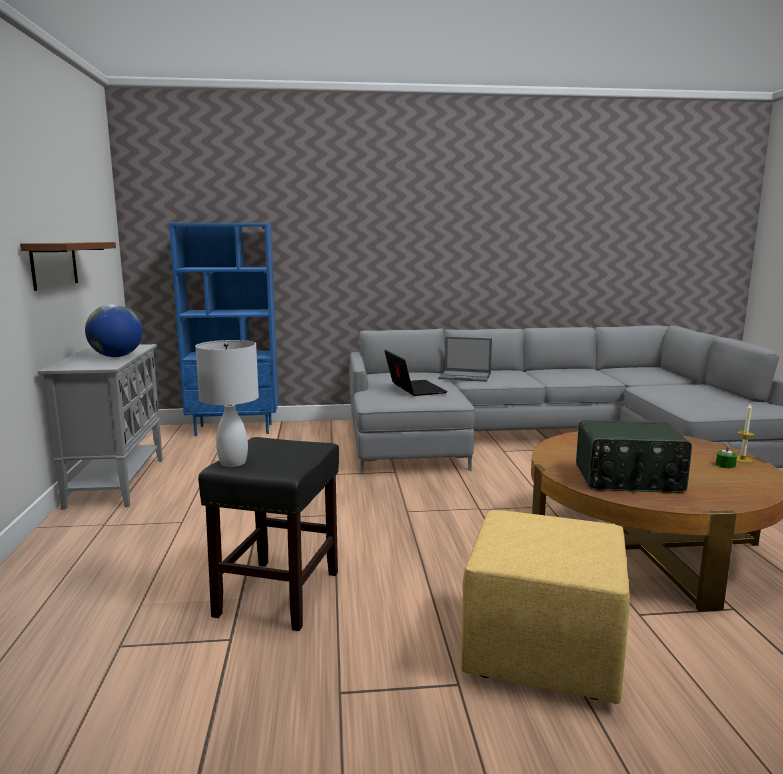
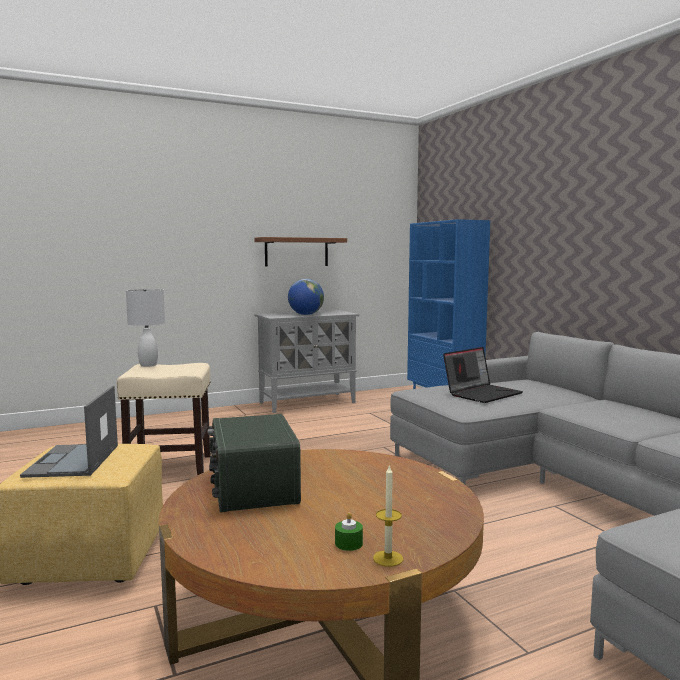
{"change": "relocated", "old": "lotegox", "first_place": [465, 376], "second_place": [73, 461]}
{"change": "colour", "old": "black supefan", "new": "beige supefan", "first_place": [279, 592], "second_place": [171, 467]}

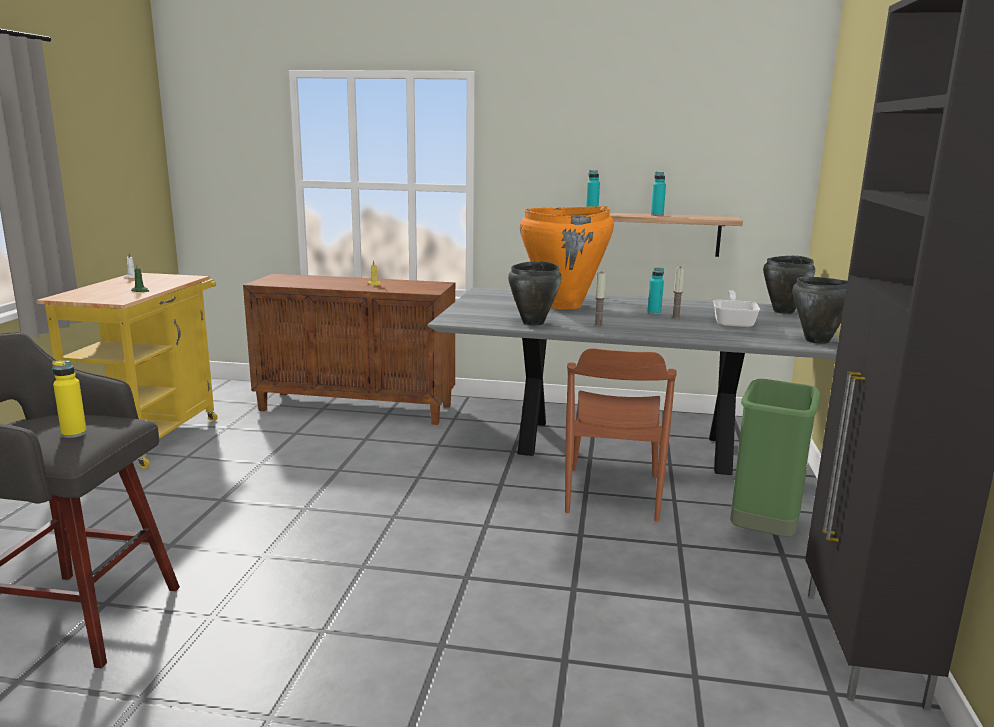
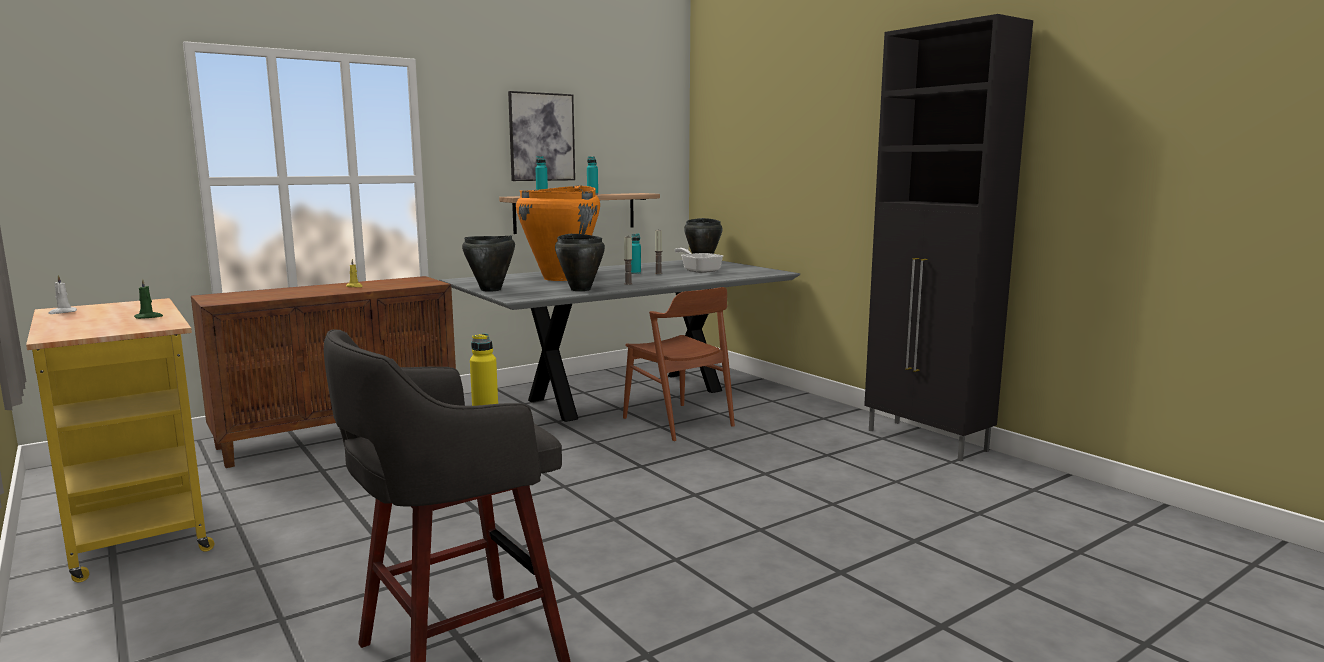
{"change": "relocated", "old": "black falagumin", "first_place": [817, 341], "second_place": [491, 290]}
{"change": "appeared", "new": "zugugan", "second_place": [541, 137]}
{"change": "missing", "old": "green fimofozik", "first_place": [763, 533]}

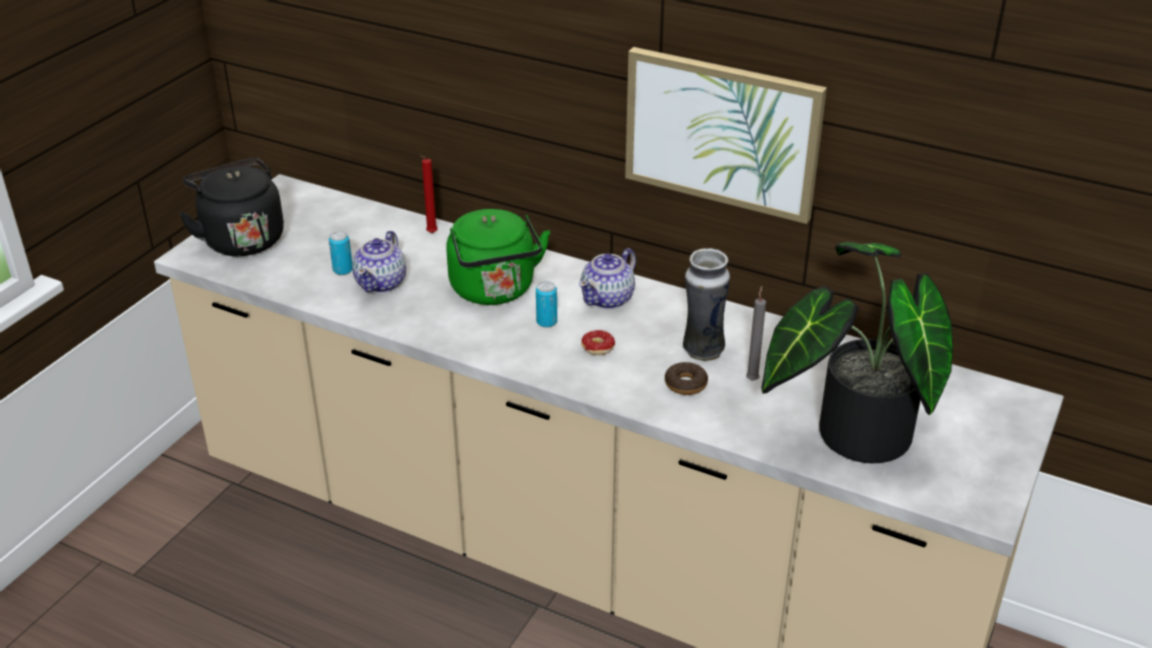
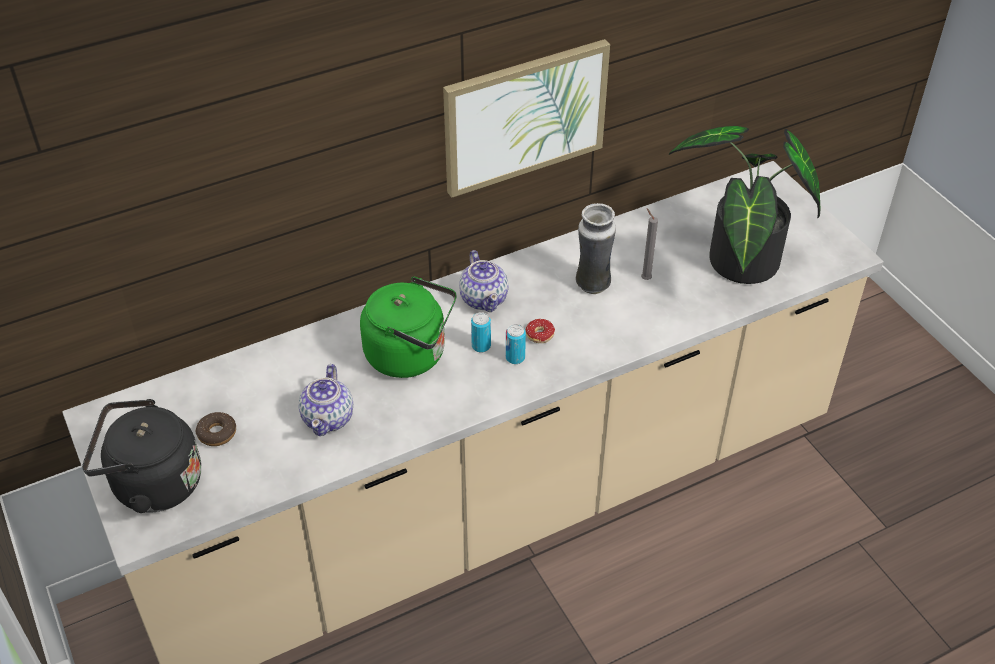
{"change": "relocated", "old": "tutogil", "first_place": [685, 384], "second_place": [217, 433]}
{"change": "spun", "old": "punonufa", "first_place": [382, 283], "second_place": [328, 418], "degrees": 45}
{"change": "relocated", "old": "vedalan", "first_place": [343, 270], "second_place": [515, 358]}
{"change": "missing", "old": "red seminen", "first_place": [430, 234]}

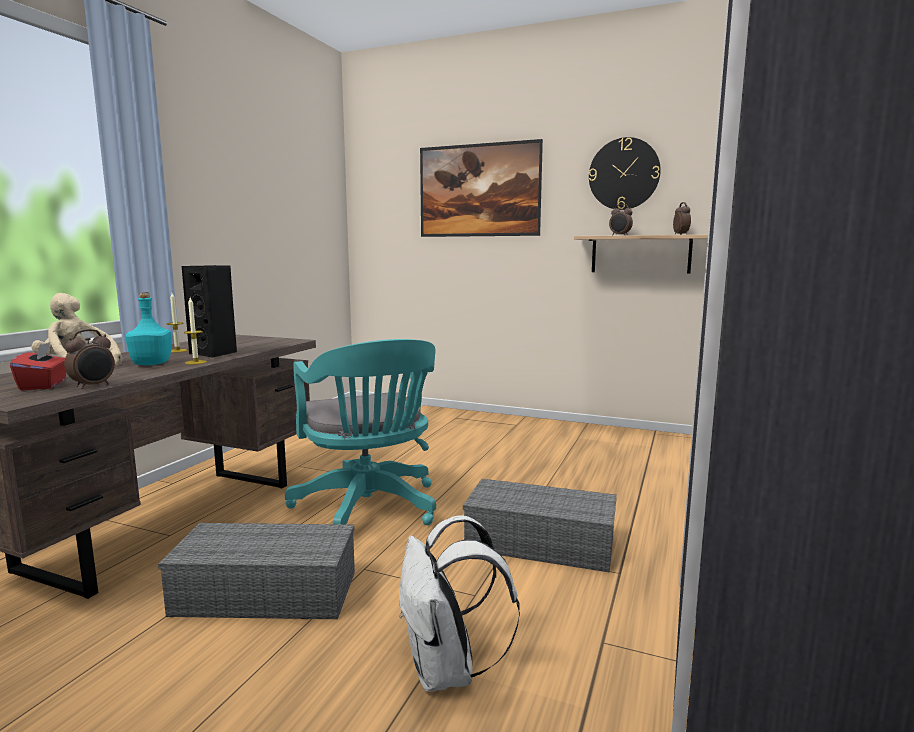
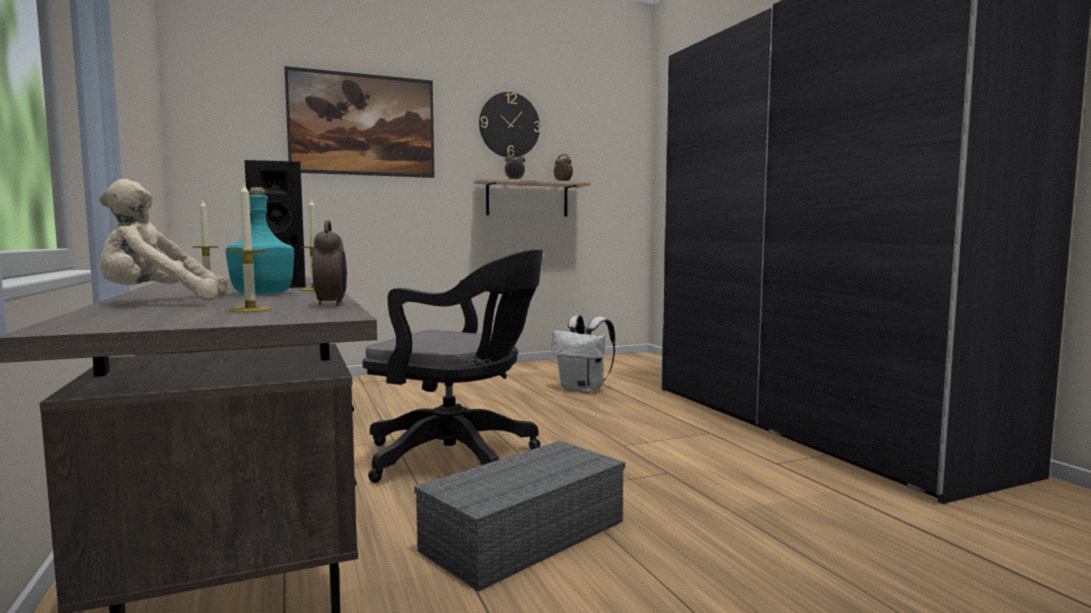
{"change": "exchanged", "old": "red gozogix", "new": "seminen", "first_place": [44, 385], "second_place": [250, 310]}
{"change": "colour", "old": "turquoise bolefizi", "new": "black bolefizi", "first_place": [369, 509], "second_place": [459, 458]}
{"change": "relocated", "old": "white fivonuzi", "first_place": [447, 671], "second_place": [583, 389]}
{"change": "missing", "old": "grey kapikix", "first_place": [542, 543]}

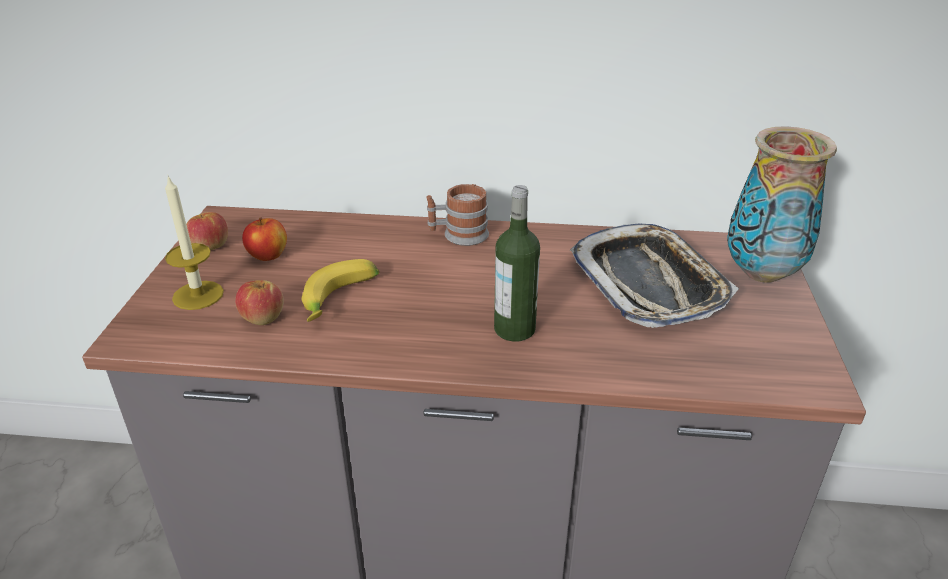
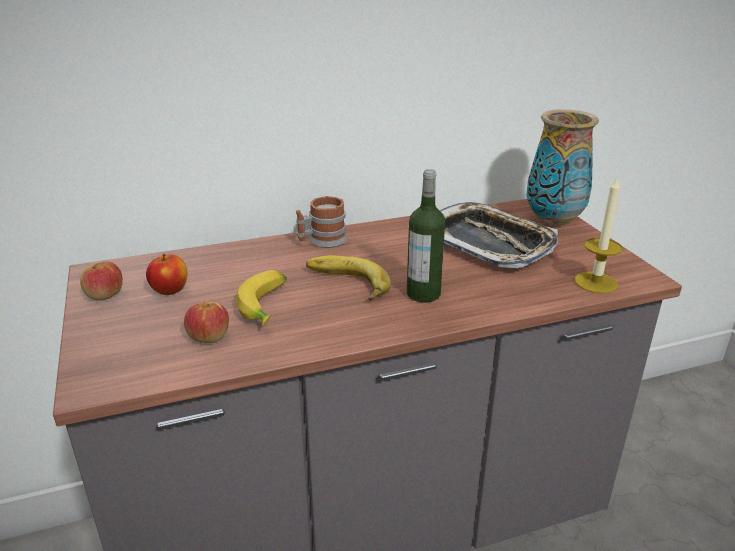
{"change": "appeared", "new": "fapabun", "second_place": [345, 284]}
{"change": "relocated", "old": "seminen", "first_place": [198, 295], "second_place": [596, 282]}

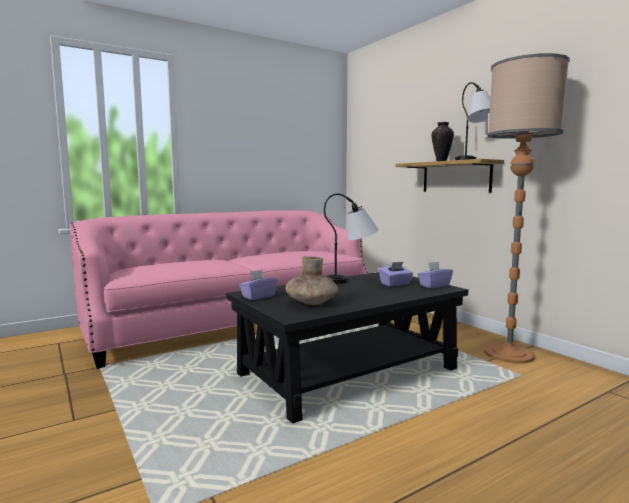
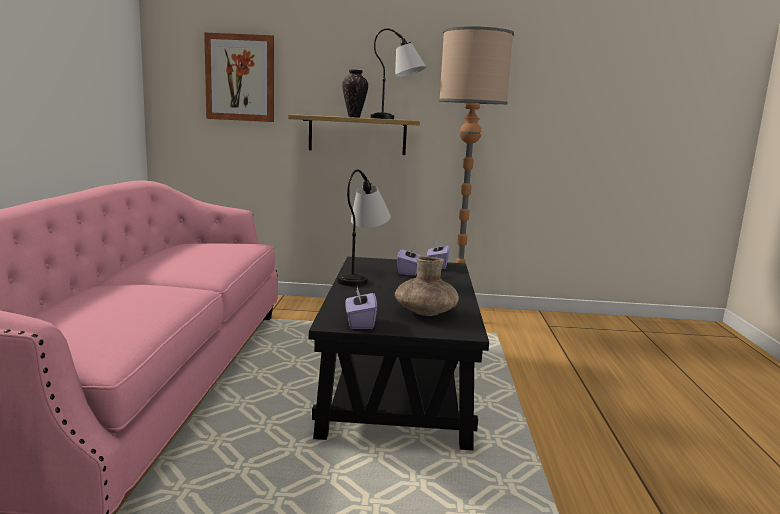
{"change": "appeared", "new": "zugugan", "second_place": [240, 78]}

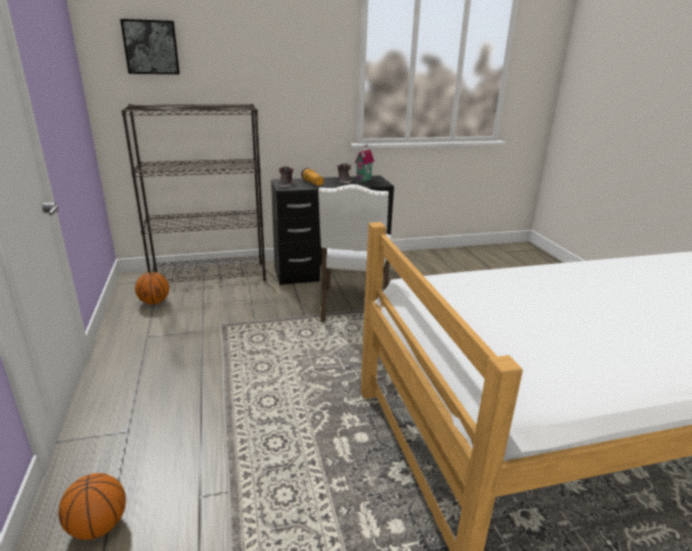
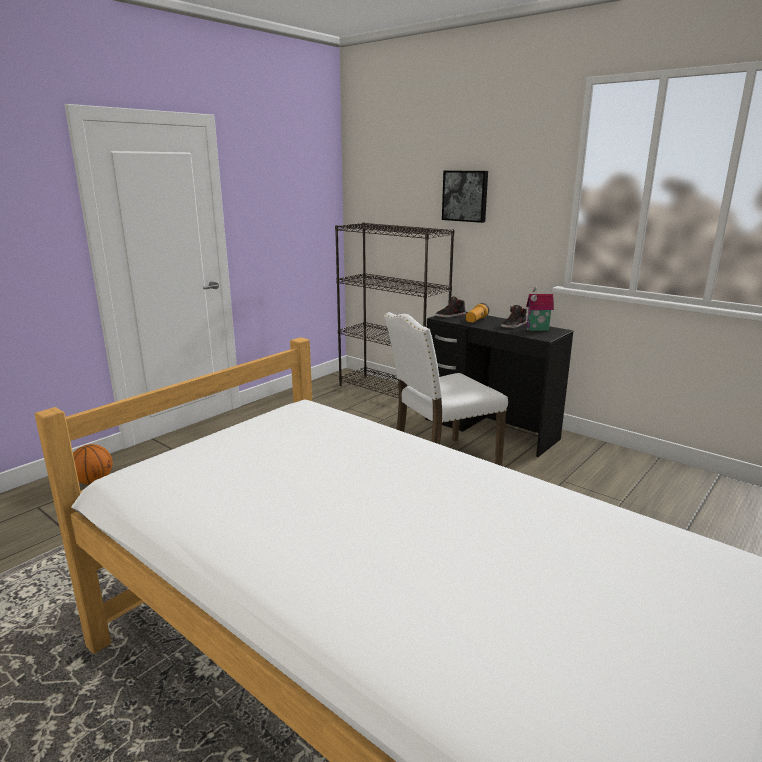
{"change": "relocated", "old": "zugugan", "first_place": [151, 47], "second_place": [465, 196]}
{"change": "missing", "old": "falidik", "first_place": [154, 302]}

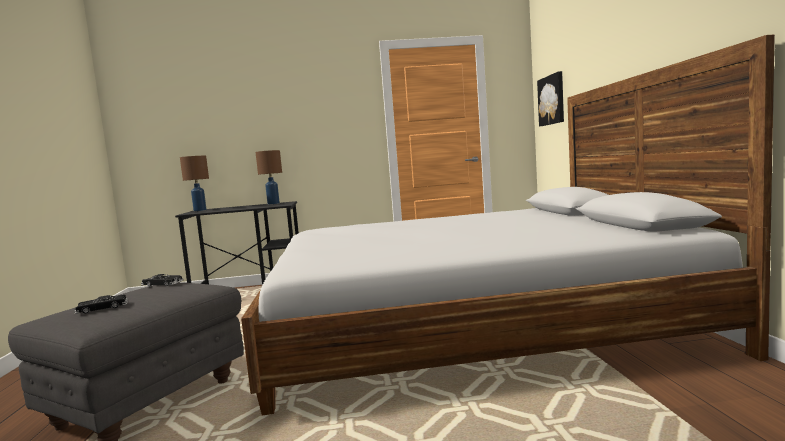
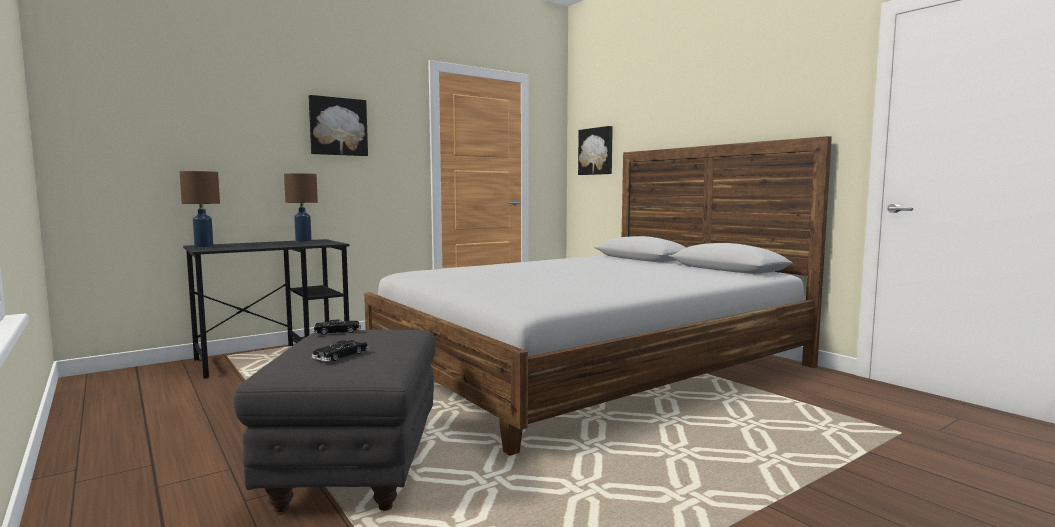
{"change": "appeared", "new": "zugugan", "second_place": [338, 126]}

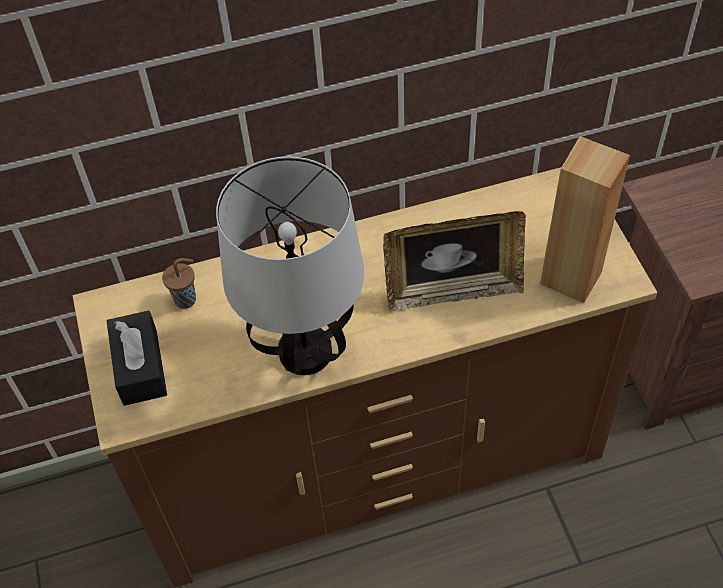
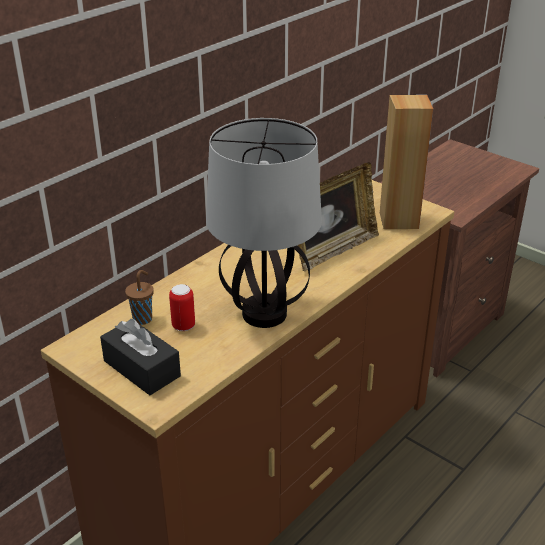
{"change": "appeared", "new": "vedalan", "second_place": [183, 326]}

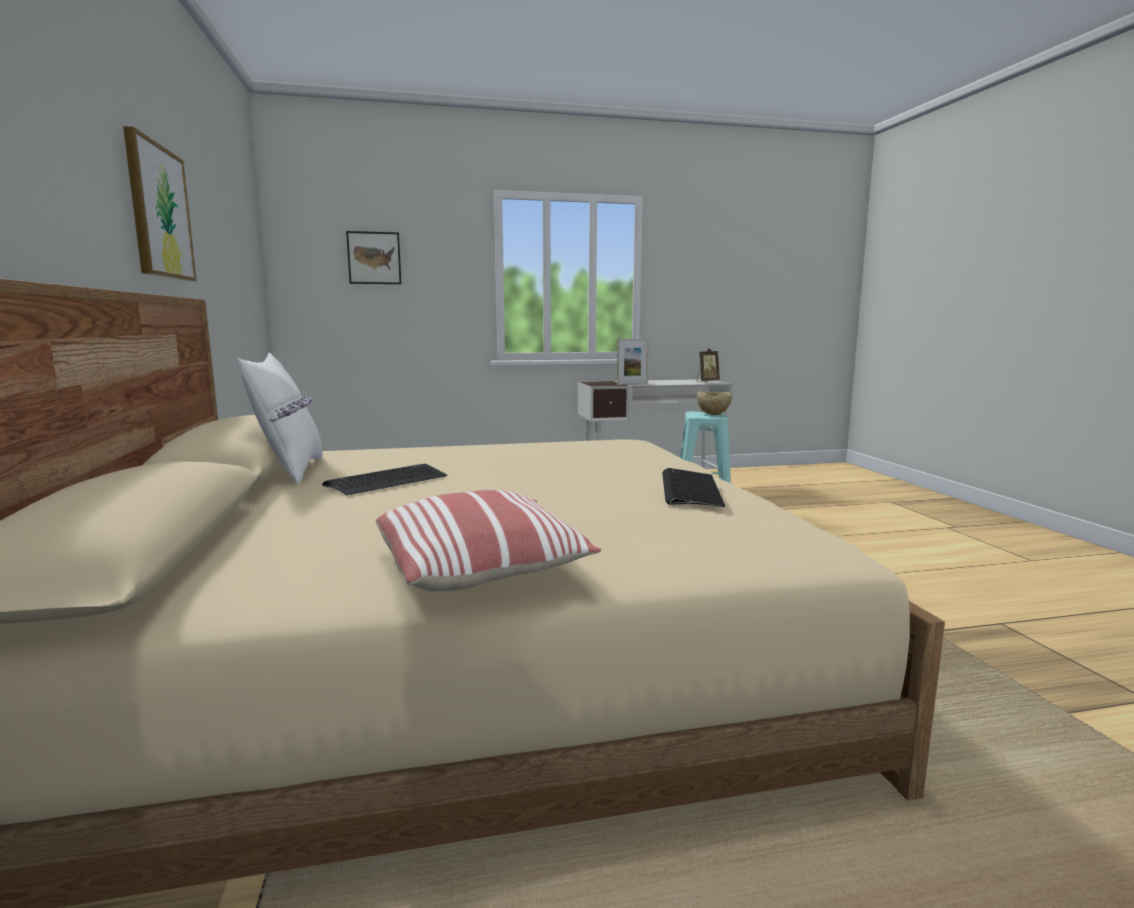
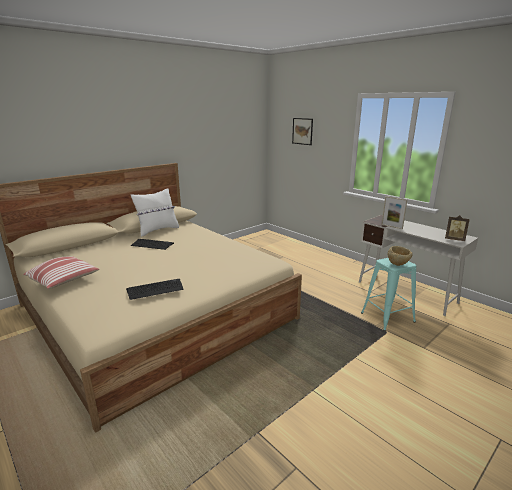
{"change": "missing", "old": "zugugan", "first_place": [159, 212]}

